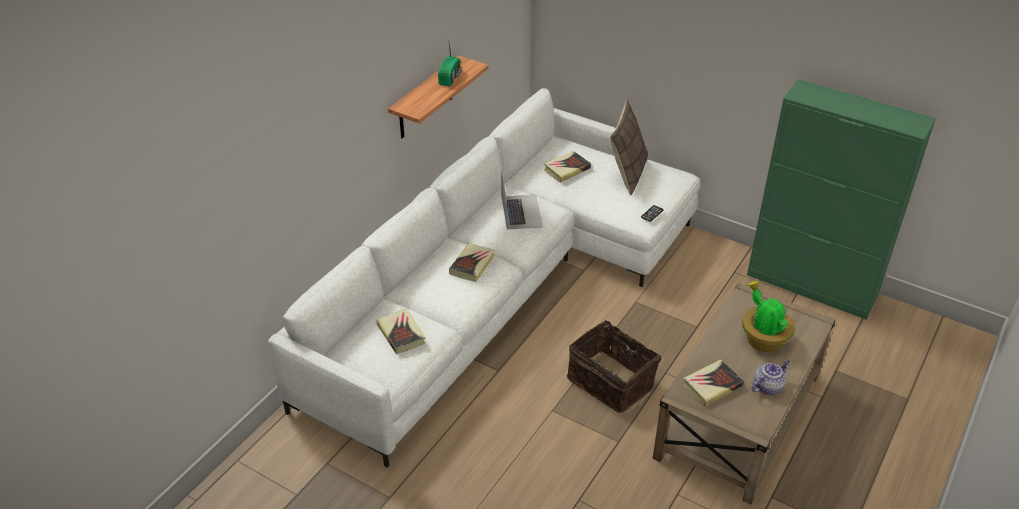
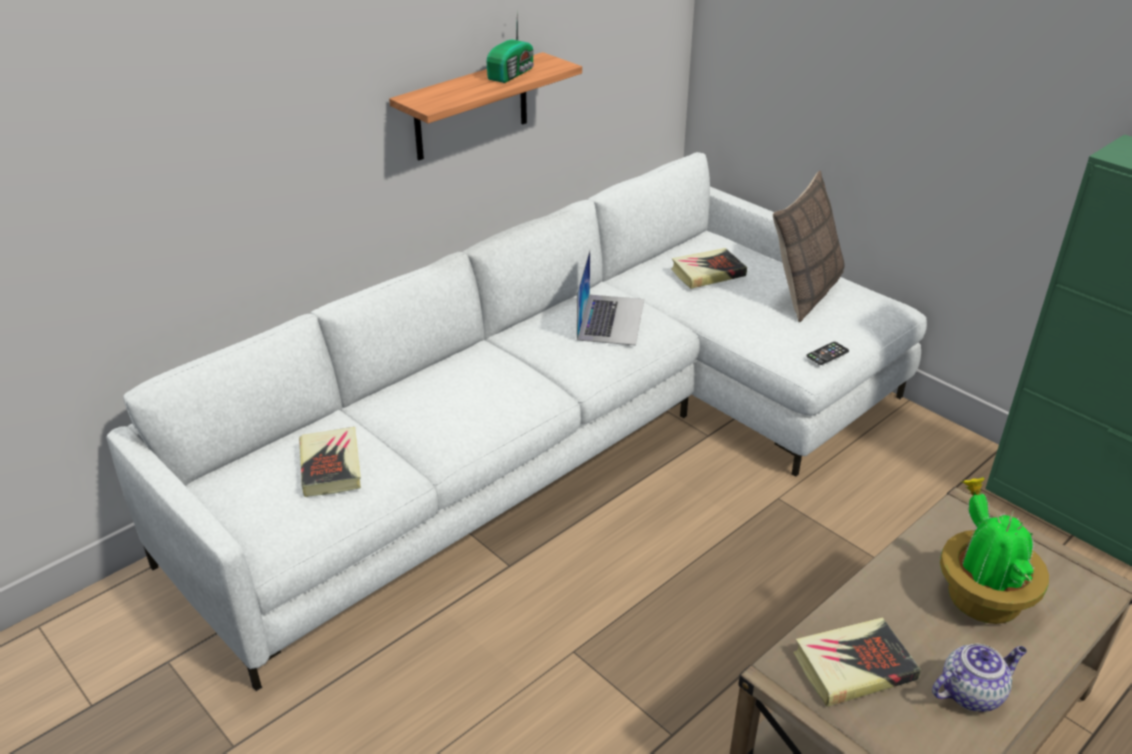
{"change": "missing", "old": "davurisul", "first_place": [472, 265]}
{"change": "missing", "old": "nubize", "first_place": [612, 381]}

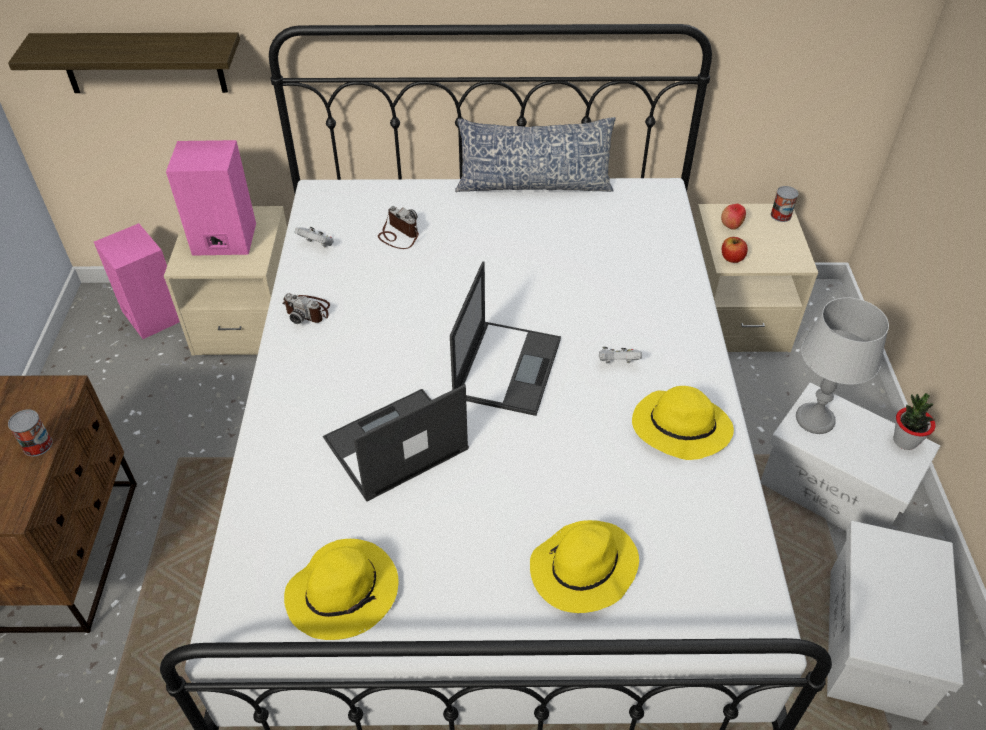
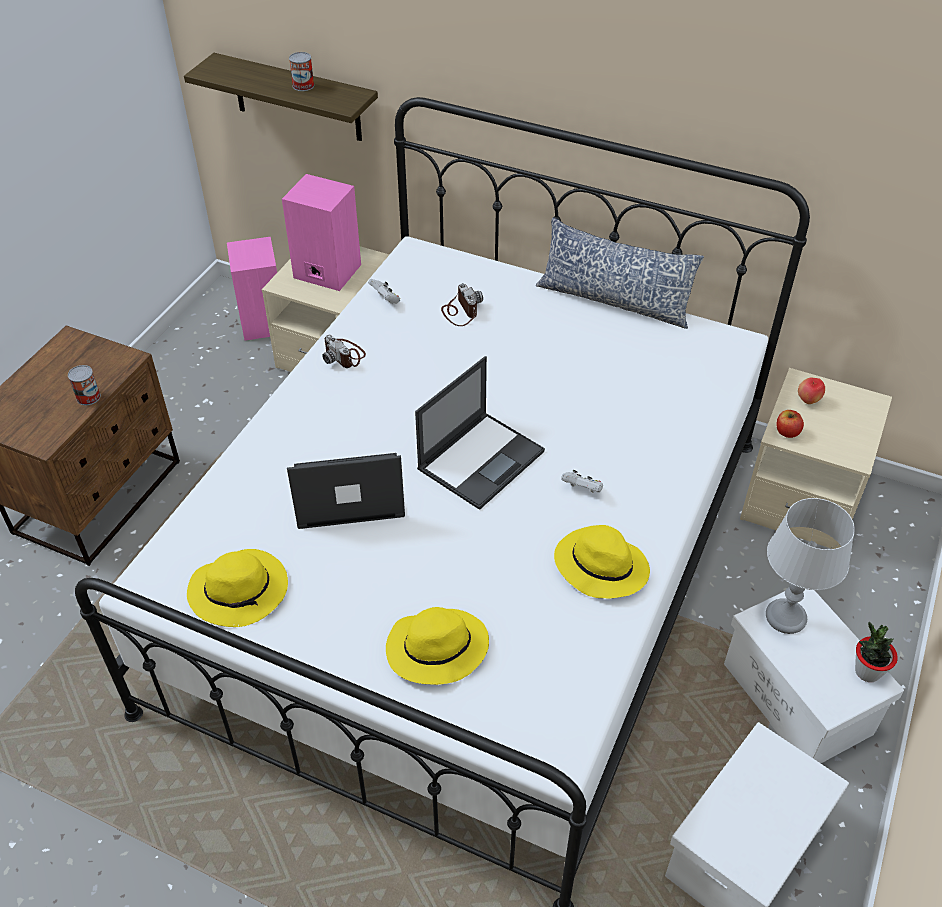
{"change": "relocated", "old": "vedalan", "first_place": [780, 215], "second_place": [303, 85]}

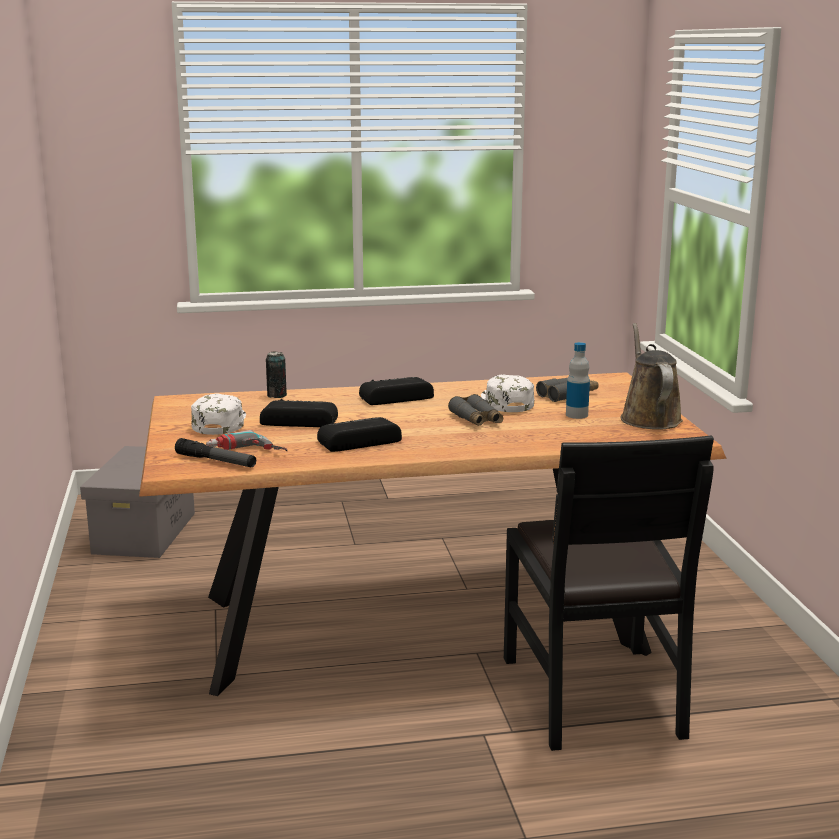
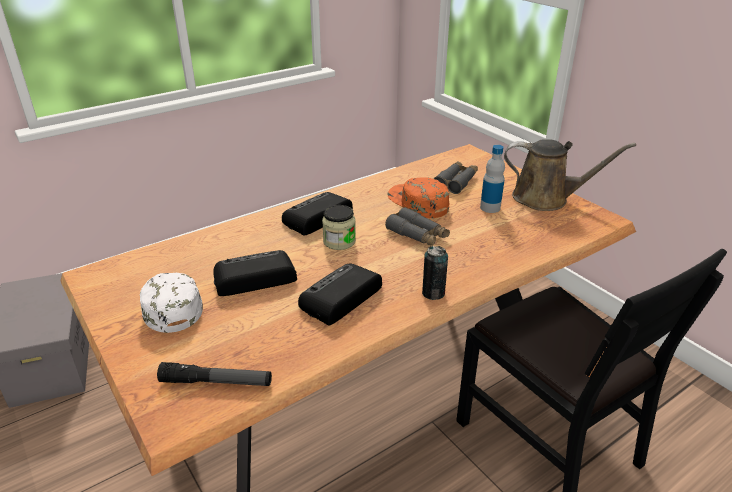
{"change": "appeared", "new": "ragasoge", "second_place": [339, 241]}
{"change": "colour", "old": "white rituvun", "new": "orange rituvun", "first_place": [505, 402], "second_place": [417, 203]}
{"change": "relocated", "old": "vedalan", "first_place": [277, 396], "second_place": [433, 293]}
{"change": "spun", "old": "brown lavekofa", "first_place": [649, 418], "second_place": [546, 198], "degrees": 135}
{"change": "missing", "old": "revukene", "first_place": [246, 452]}

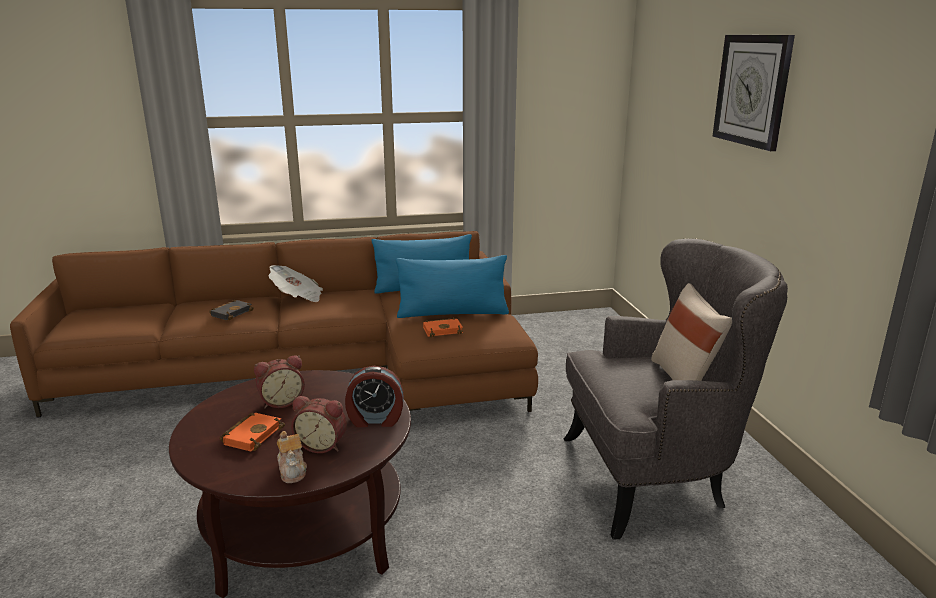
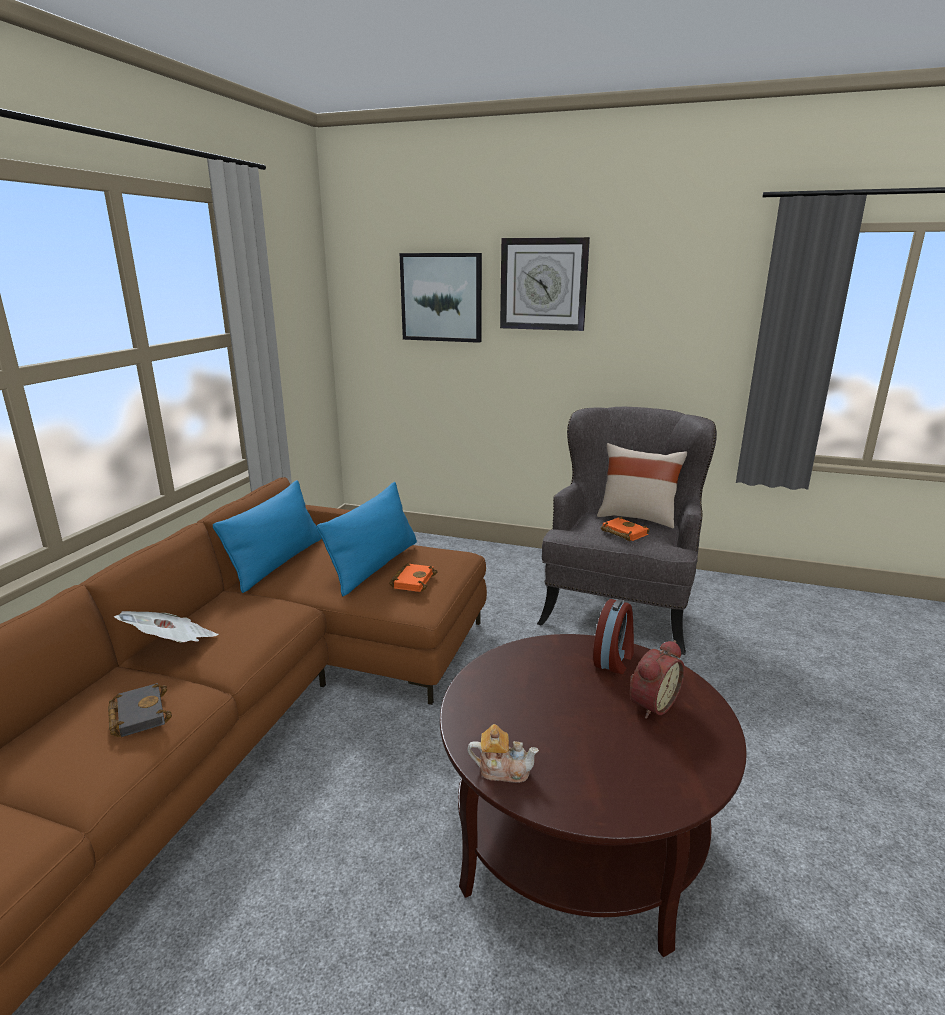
{"change": "appeared", "new": "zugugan", "second_place": [441, 297]}
{"change": "relocated", "old": "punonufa", "first_place": [293, 470], "second_place": [502, 769]}
{"change": "relocated", "old": "orange davurisul", "first_place": [252, 435], "second_place": [622, 533]}
{"change": "missing", "old": "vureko", "first_place": [281, 401]}

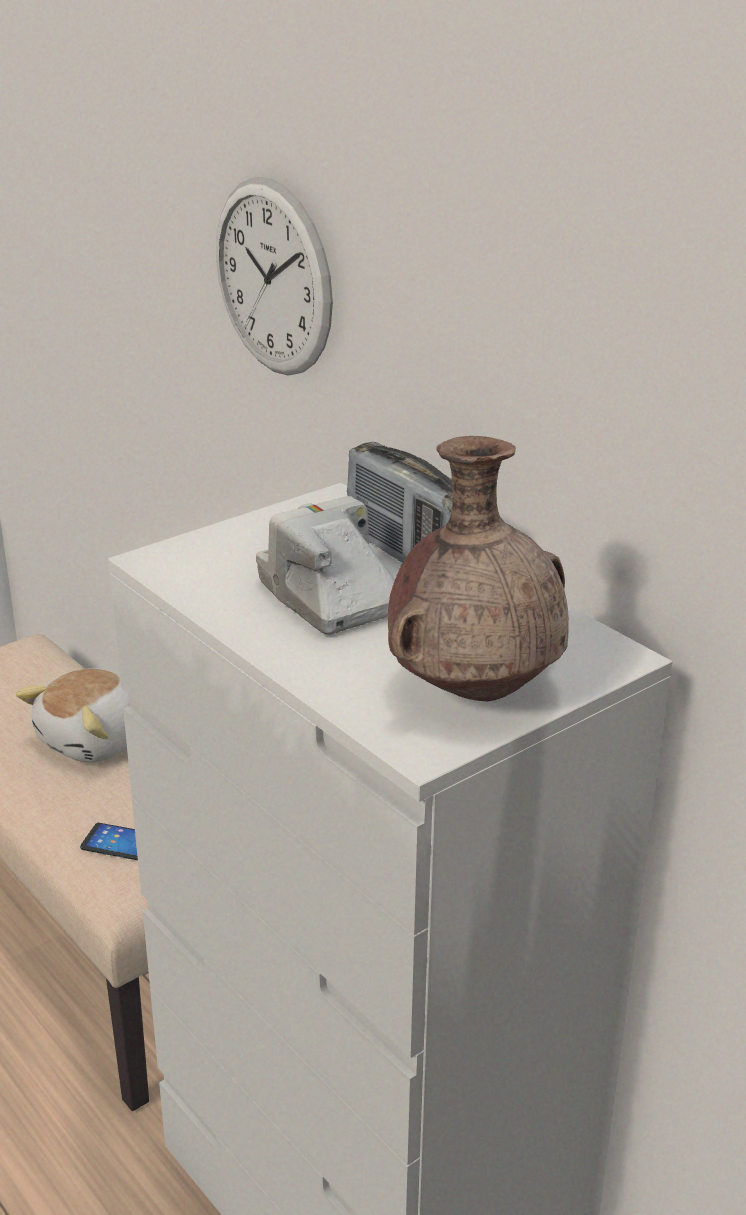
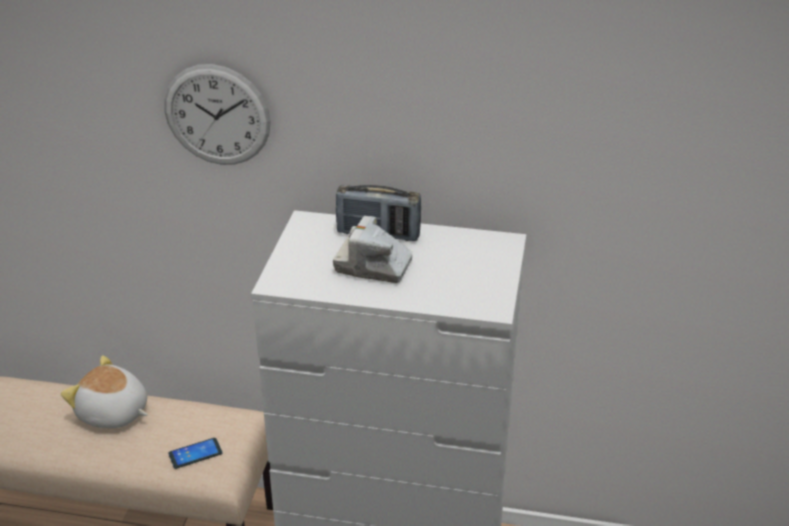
{"change": "spun", "old": "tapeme", "first_place": [97, 740], "second_place": [113, 413], "degrees": 120}
{"change": "missing", "old": "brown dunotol", "first_place": [476, 690]}

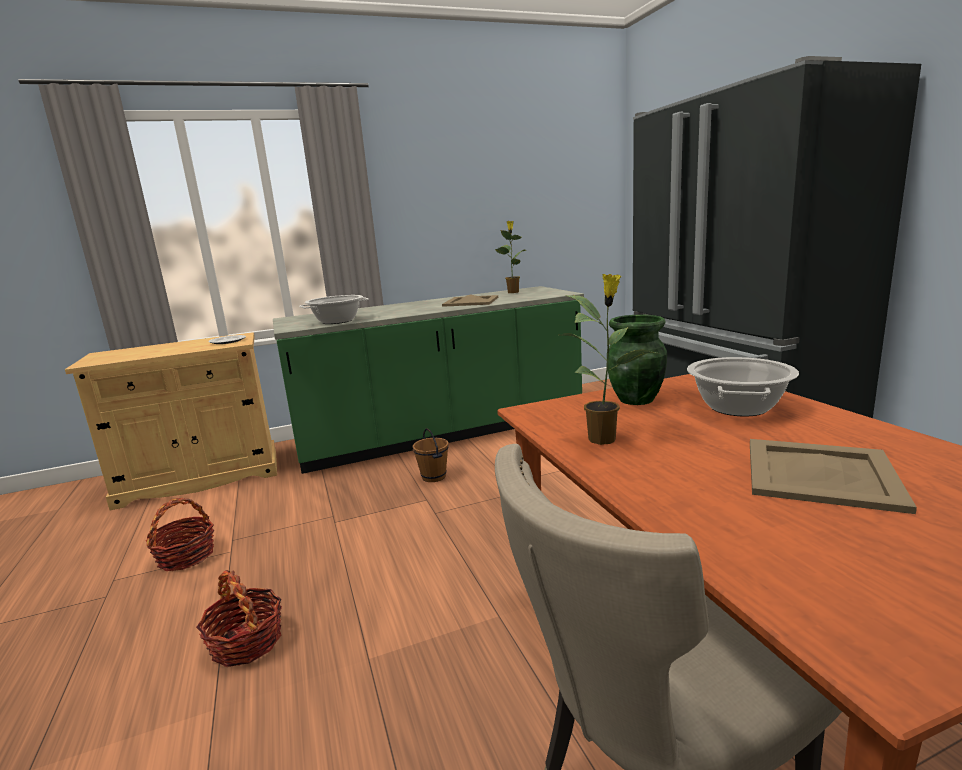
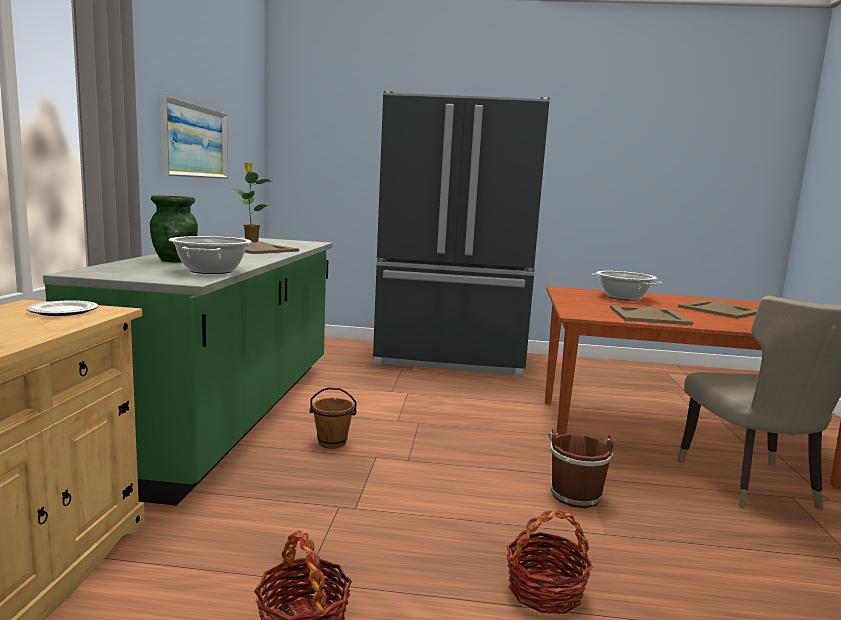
{"change": "relocated", "old": "green dunotol", "first_place": [637, 400], "second_place": [175, 260]}
{"change": "appeared", "new": "zugugan", "second_place": [195, 141]}
{"change": "appeared", "new": "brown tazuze", "second_place": [574, 494]}
{"change": "exchanged", "old": "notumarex", "new": "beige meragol", "first_place": [604, 439], "second_place": [648, 316]}

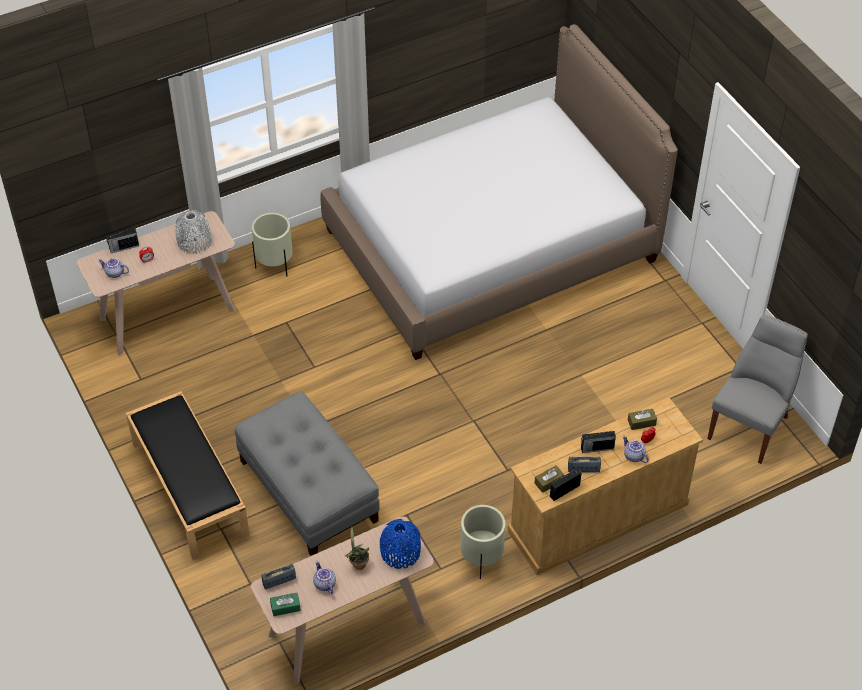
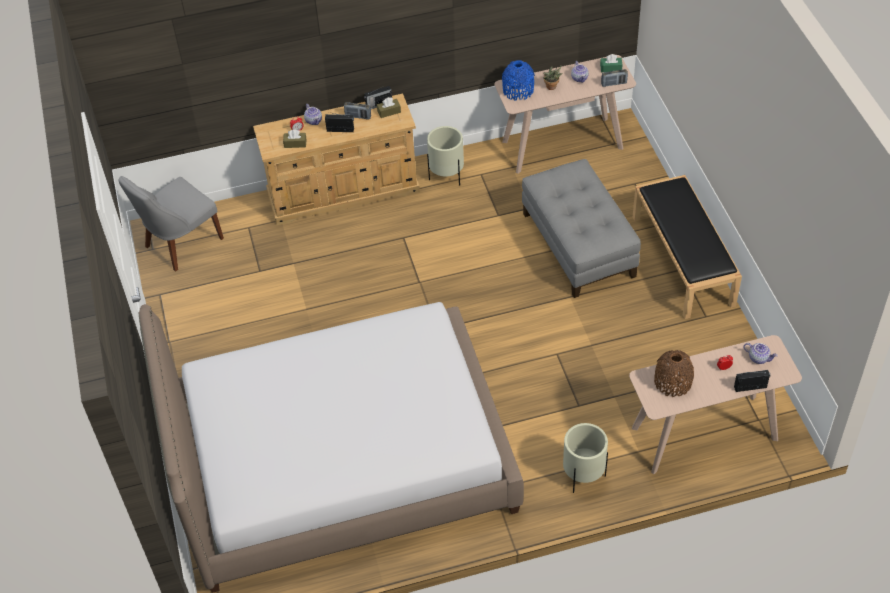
{"change": "colour", "old": "grey dunotol", "new": "brown dunotol", "first_place": [194, 242], "second_place": [672, 382]}

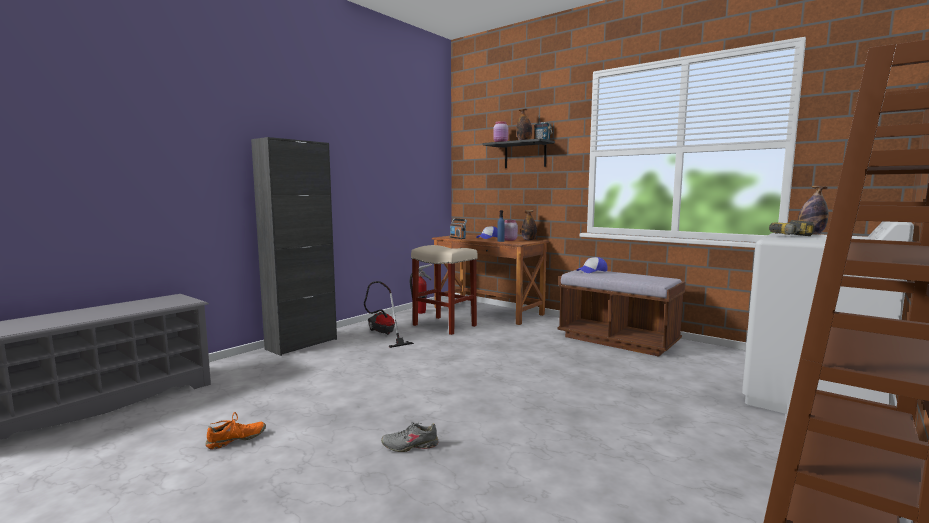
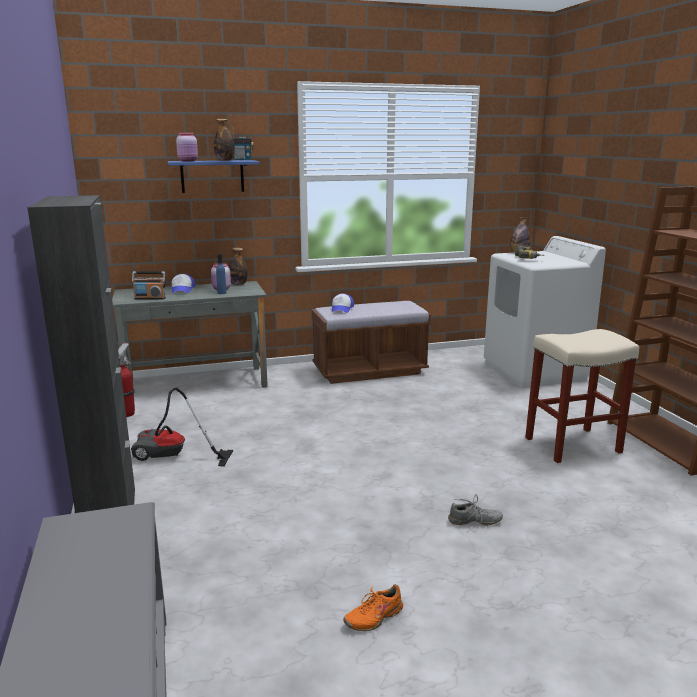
{"change": "colour", "old": "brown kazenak", "new": "grey kazenak", "first_place": [488, 311], "second_place": [196, 383]}
{"change": "colour", "old": "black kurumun", "new": "blue kurumun", "first_place": [525, 155], "second_place": [212, 176]}
{"change": "spun", "old": "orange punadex", "first_place": [236, 440], "second_place": [374, 617], "degrees": -120}
{"change": "spun", "old": "grey punadex", "first_place": [410, 445], "second_place": [474, 521], "degrees": -120}
{"change": "relocated", "old": "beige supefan", "first_place": [443, 325], "second_place": [572, 445]}

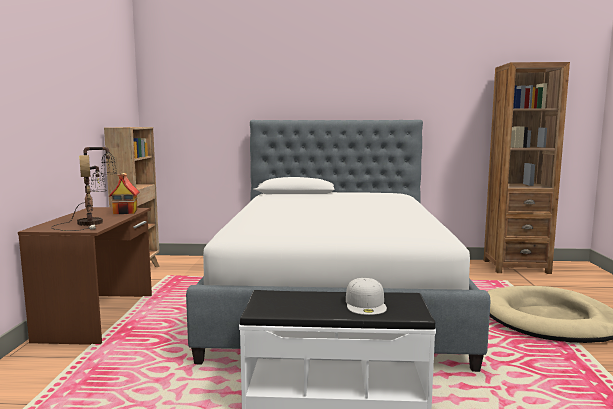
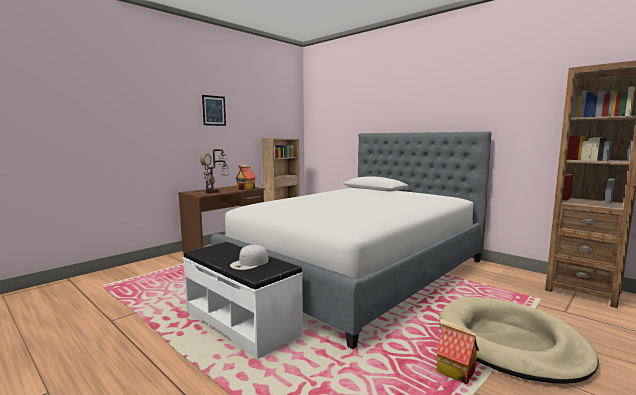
{"change": "appeared", "new": "zugugan", "second_place": [214, 110]}
{"change": "appeared", "new": "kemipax", "second_place": [454, 372]}

